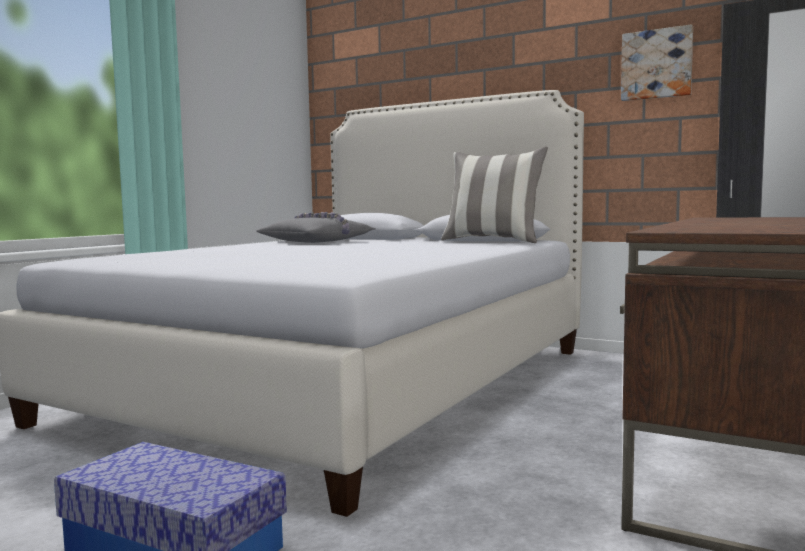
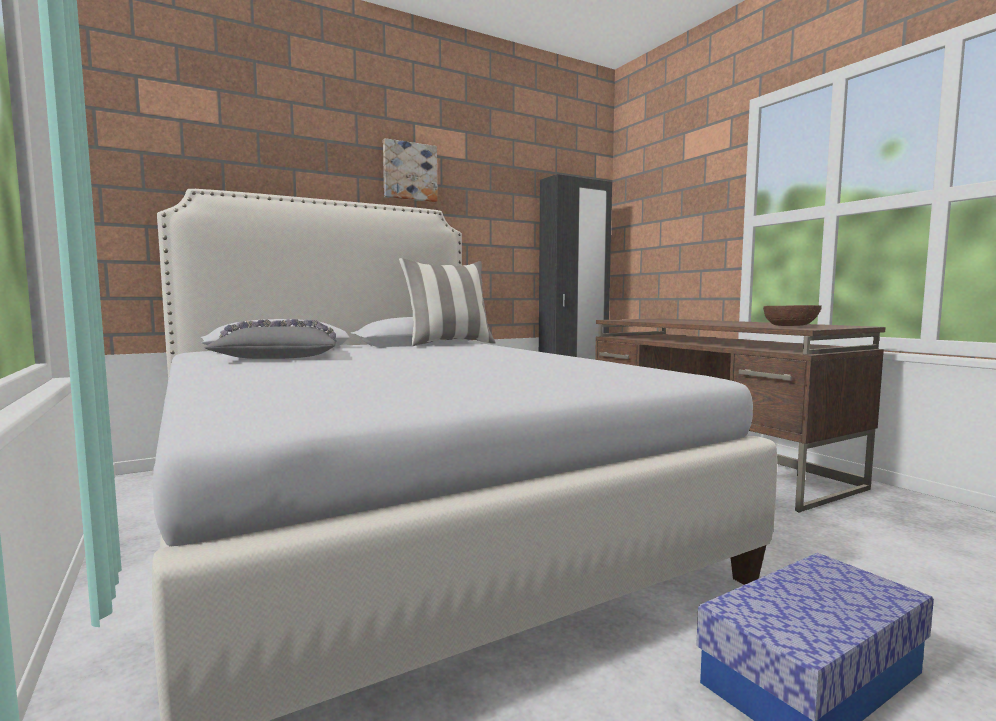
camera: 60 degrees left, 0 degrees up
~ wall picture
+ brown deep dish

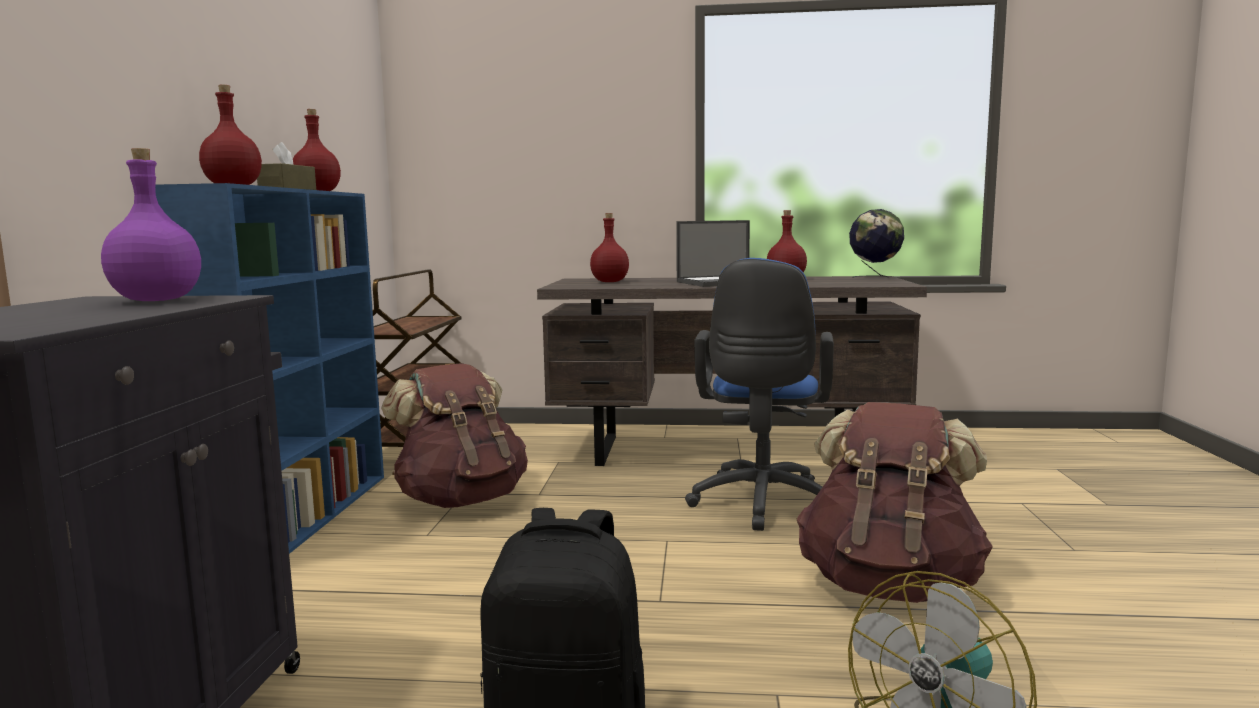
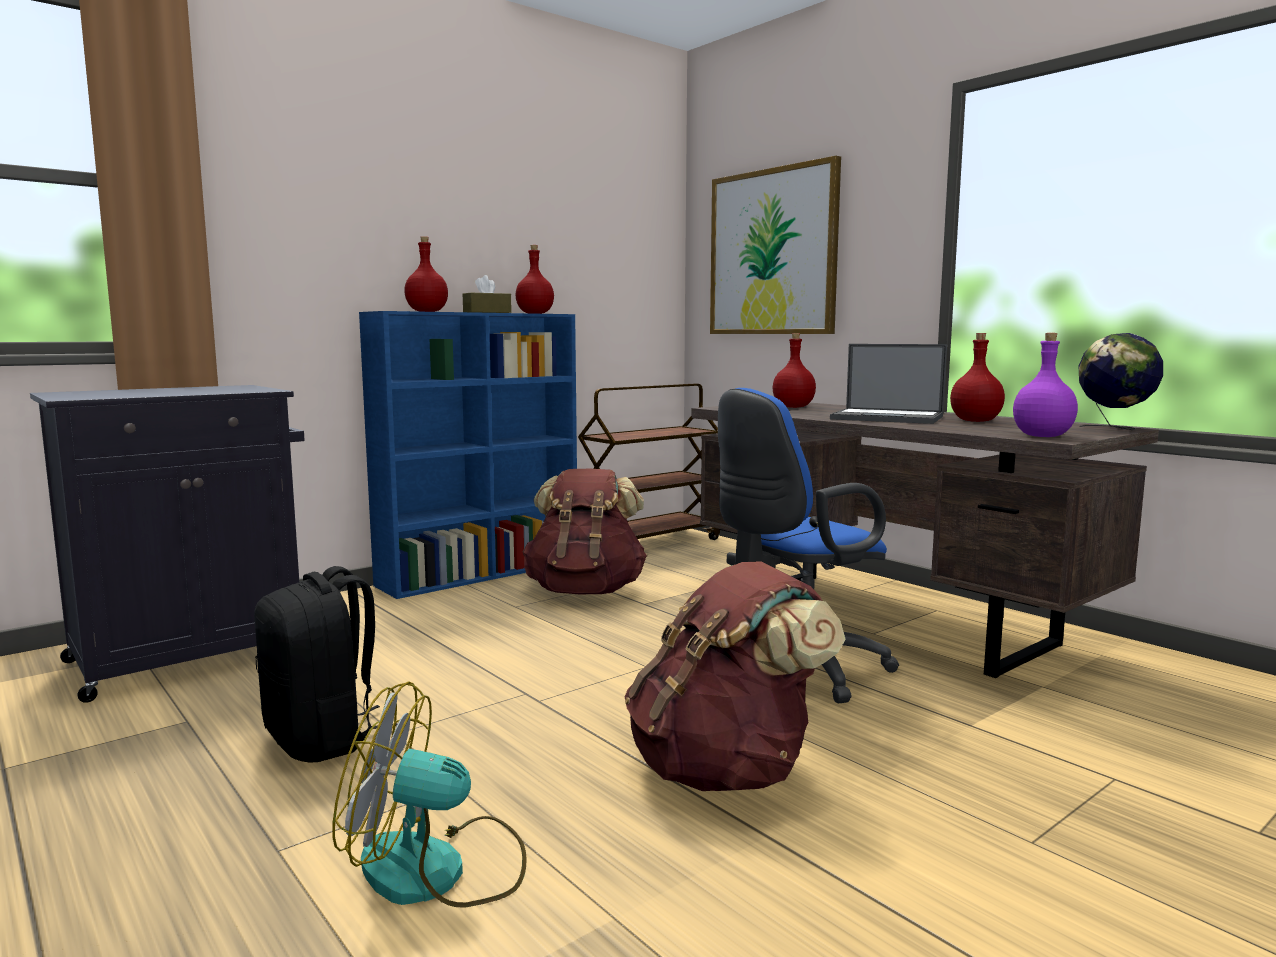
camera: 45 degrees right, 0 degrees up
~ purple bottle
+ wall picture

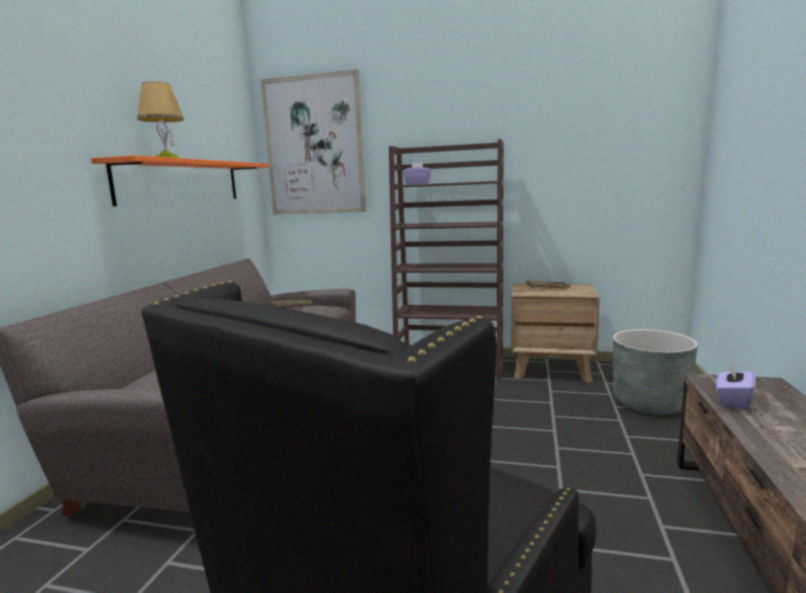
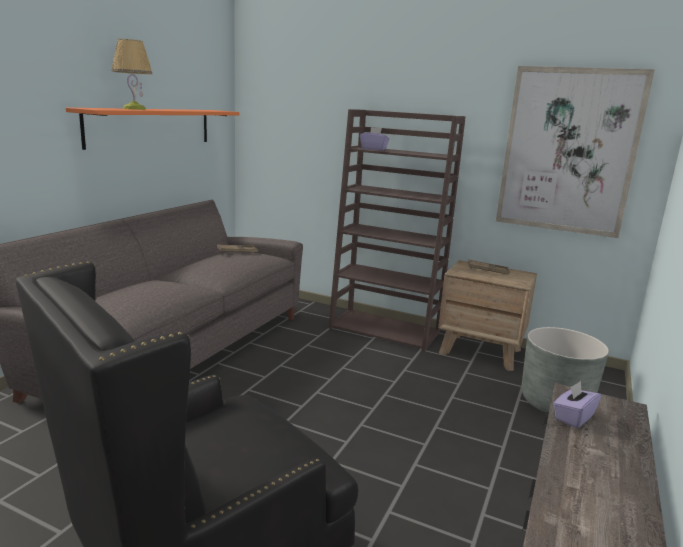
camera: 10 degrees right, 5 degrees up
~ wall picture

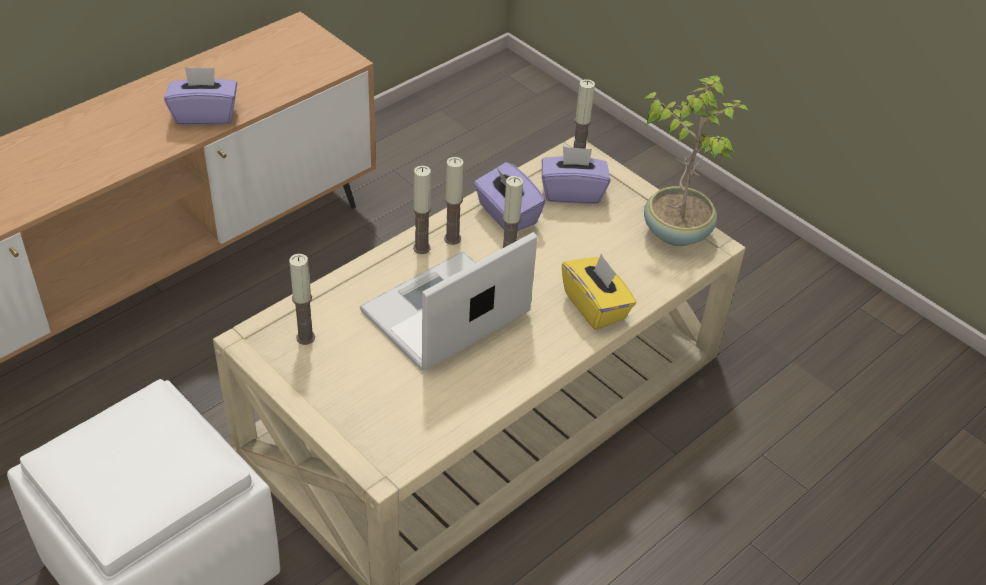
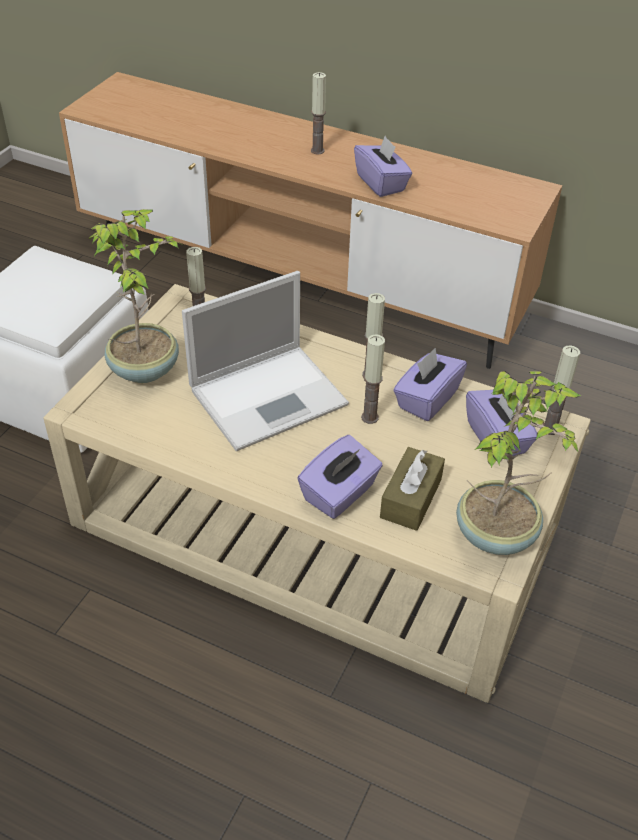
camera: 70 degrees right, 0 degrees up
~ laptop 120 degrees clockwise
~ wax light (no. 2 from left)
~ yellowish tissue box to purple tissue box (no. 1 from left)
+ potted plant (no. 1 from left)
+ brown tissue box

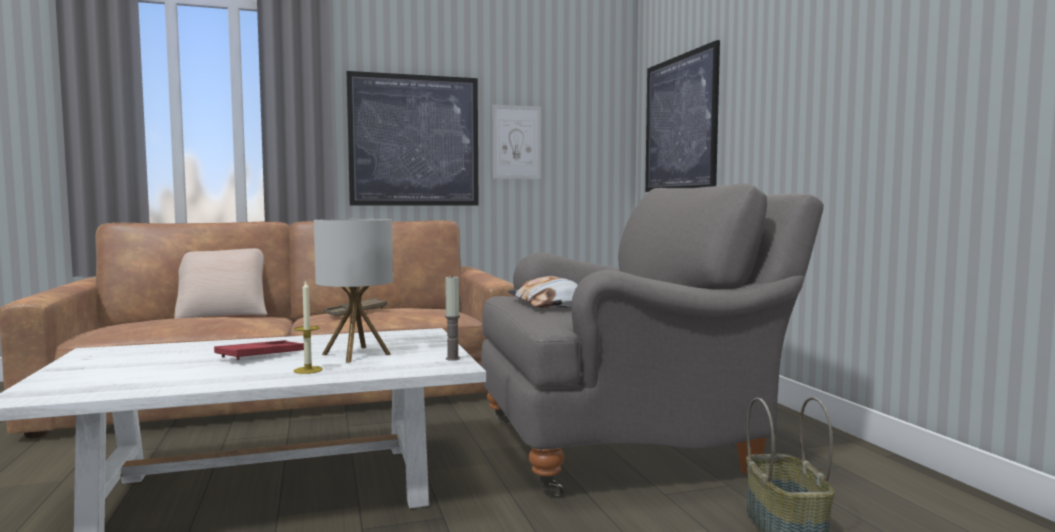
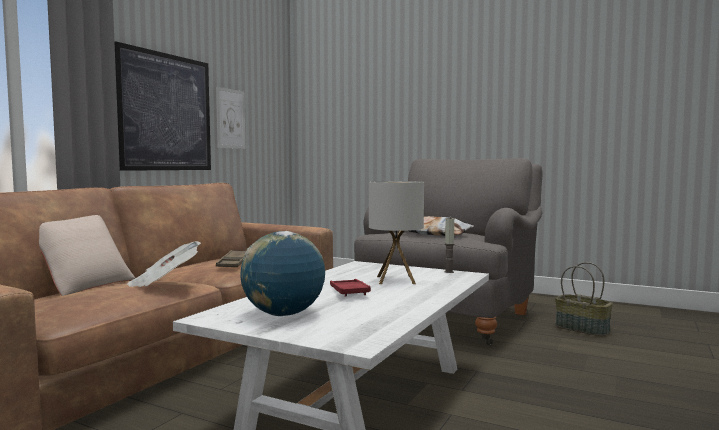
camera: 45 degrees left, 0 degrees up
- wax light (no. 1 from left)
- wall picture (no. 3 from left)
+ newspaper
+ globe

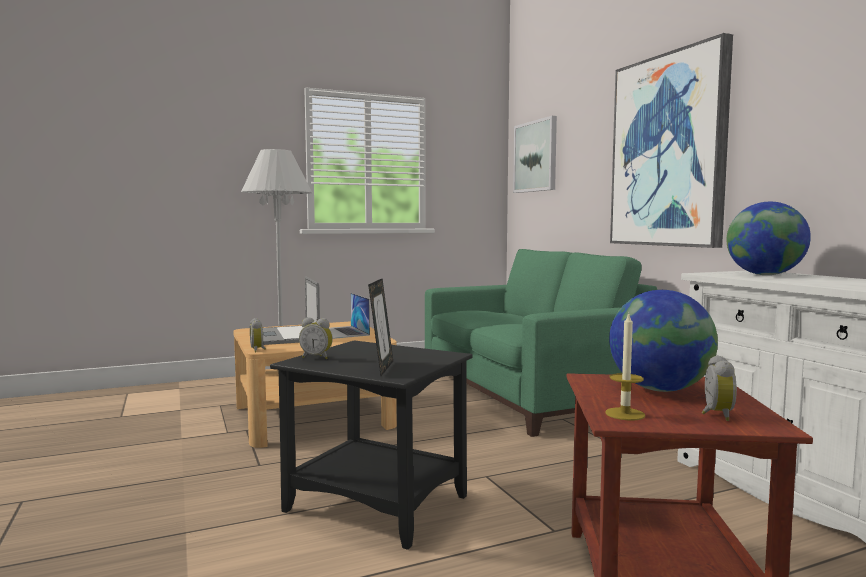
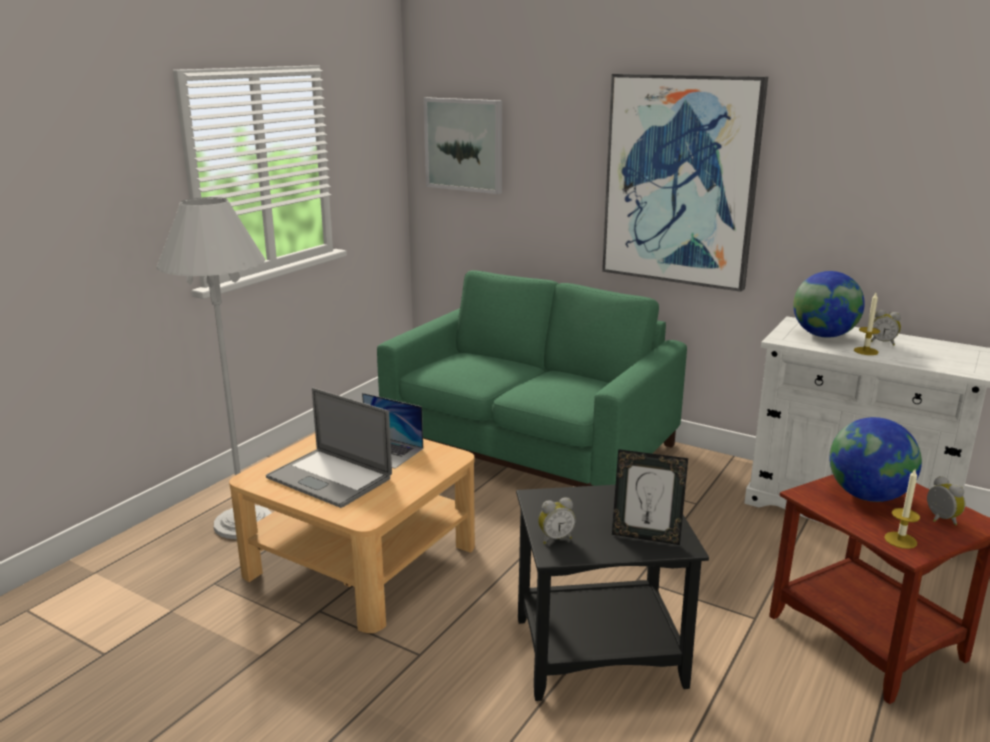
camera: 35 degrees left, 15 degrees up
~ alarm clock (no. 1 from left in the first image) to alarm clock (no. 2 from left)
~ photo frame 135 degrees clockwise
+ wax light (no. 1 from left)

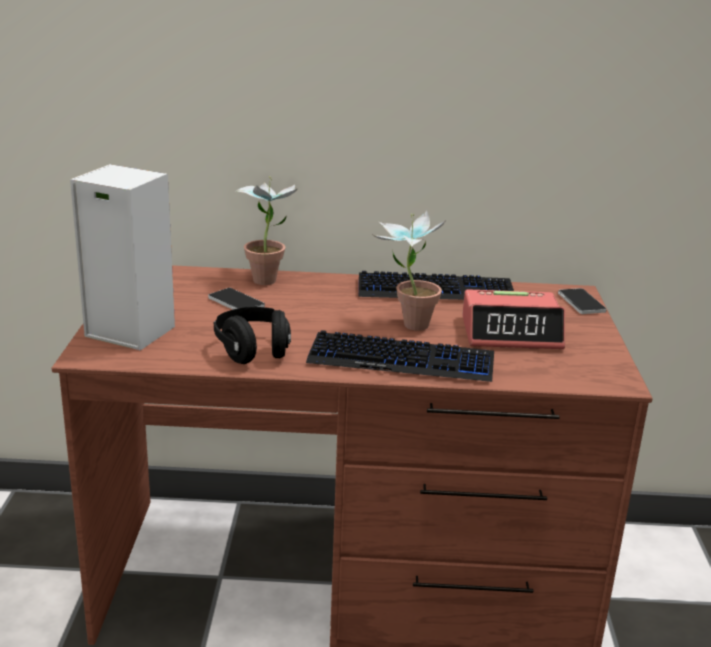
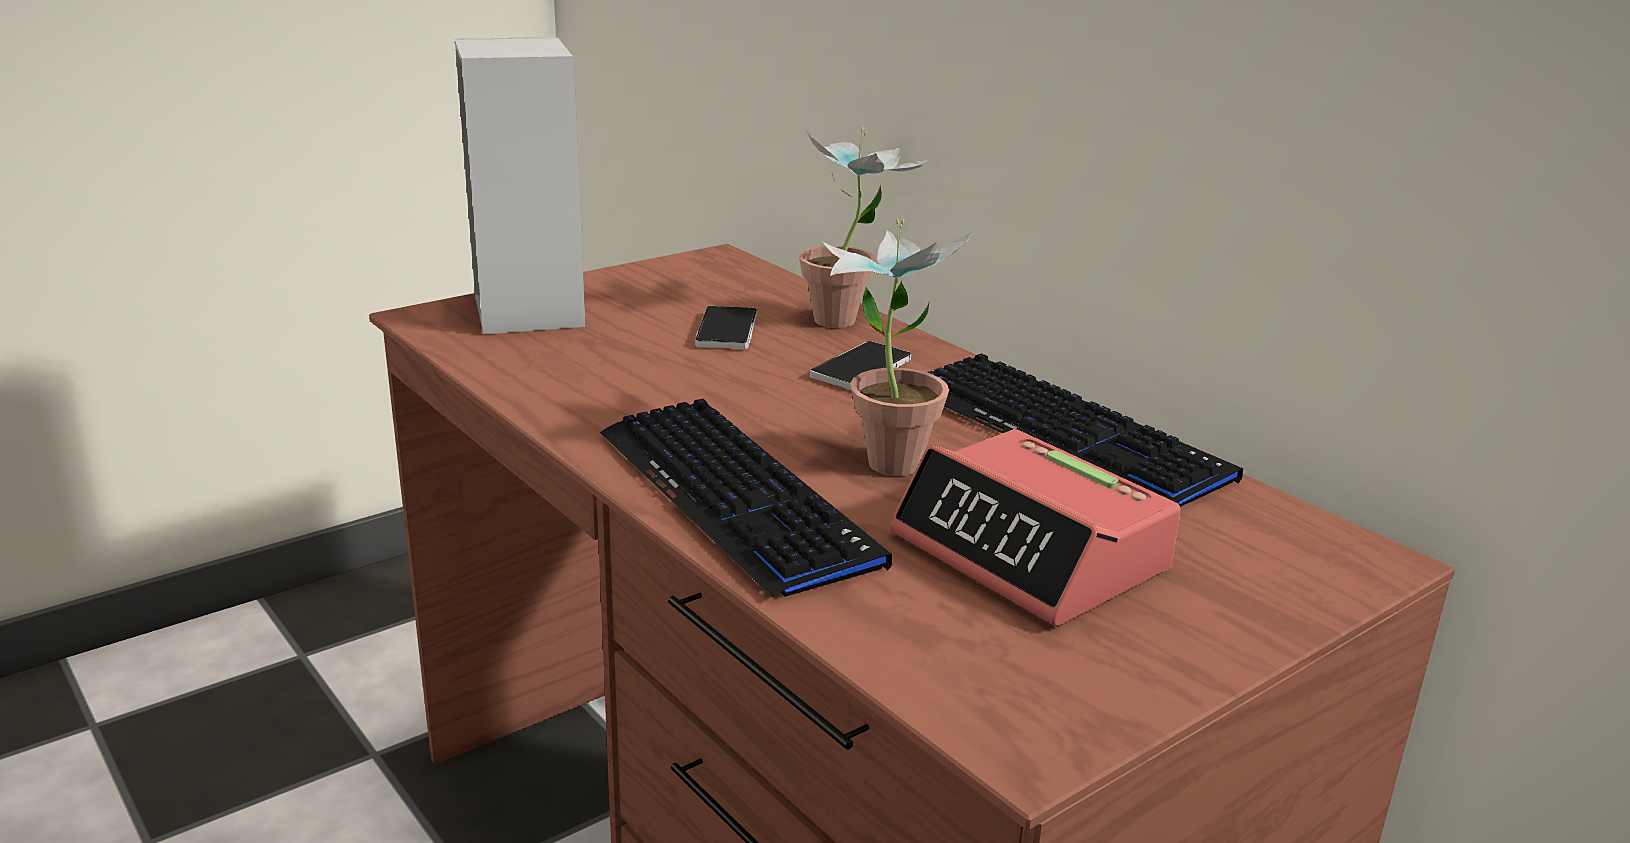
camera: 50 degrees right, 0 degrees up
- black-coloured headset
~ handset (no. 2 from left)

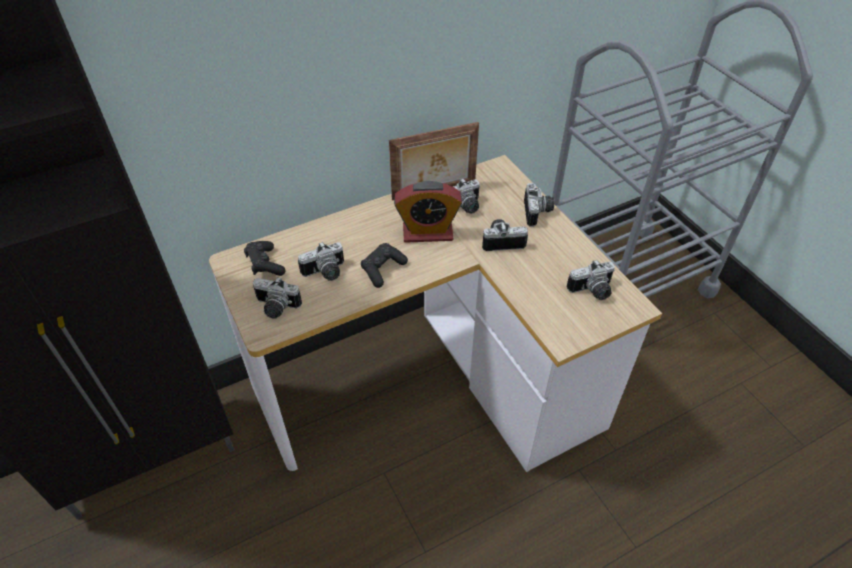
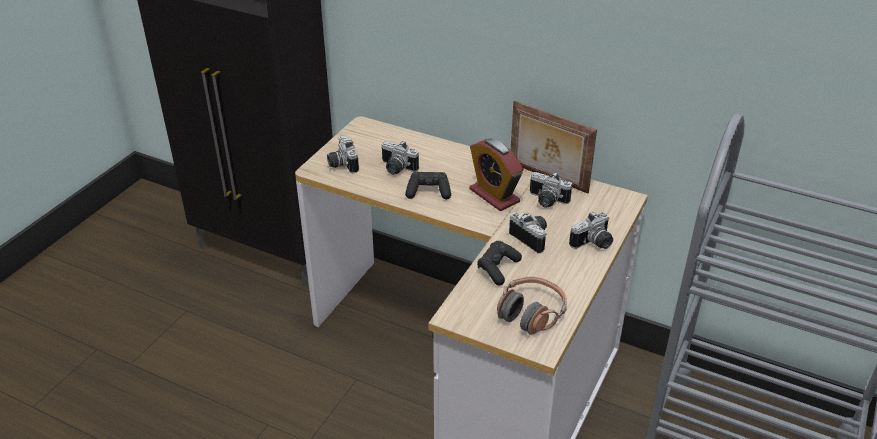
camera: 55 degrees right, 10 degrees down
~ black-coloured game controller (no. 1 from left in the first image) to black-coloured game controller (no. 2 from left)
~ photo camera (no. 6 from left) to headset

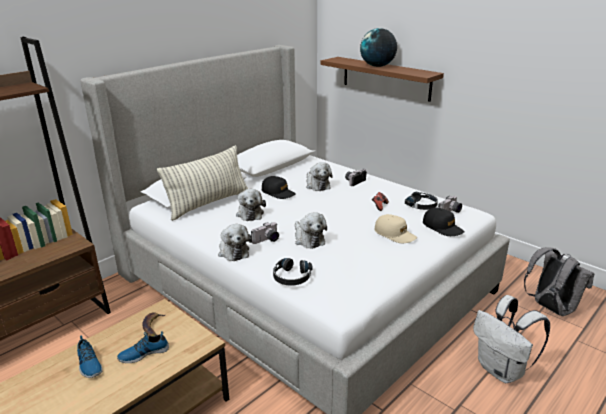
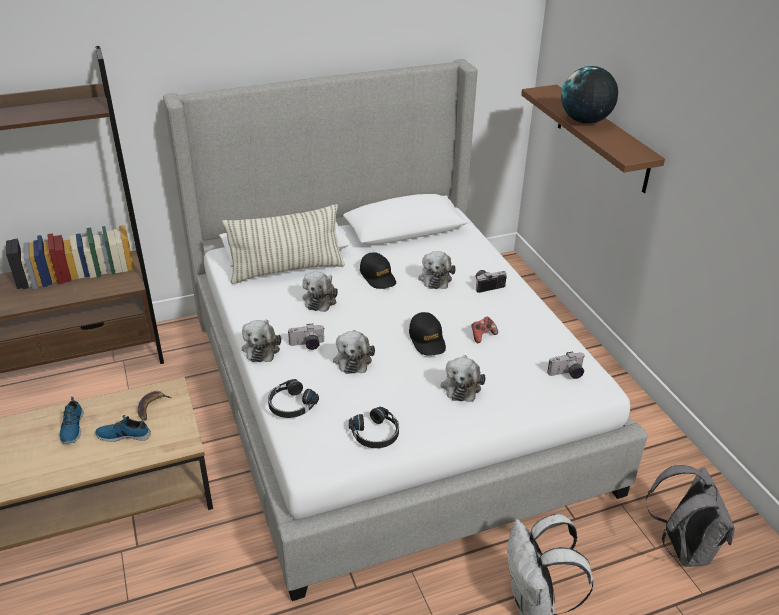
camera: 25 degrees right, 10 degrees up
~ beige-coloured baseball cap to cuddly toy (no. 5 from left)
~ black-coloured headset (no. 2 from left)
~ black-coloured baseball cap (no. 2 from left)

